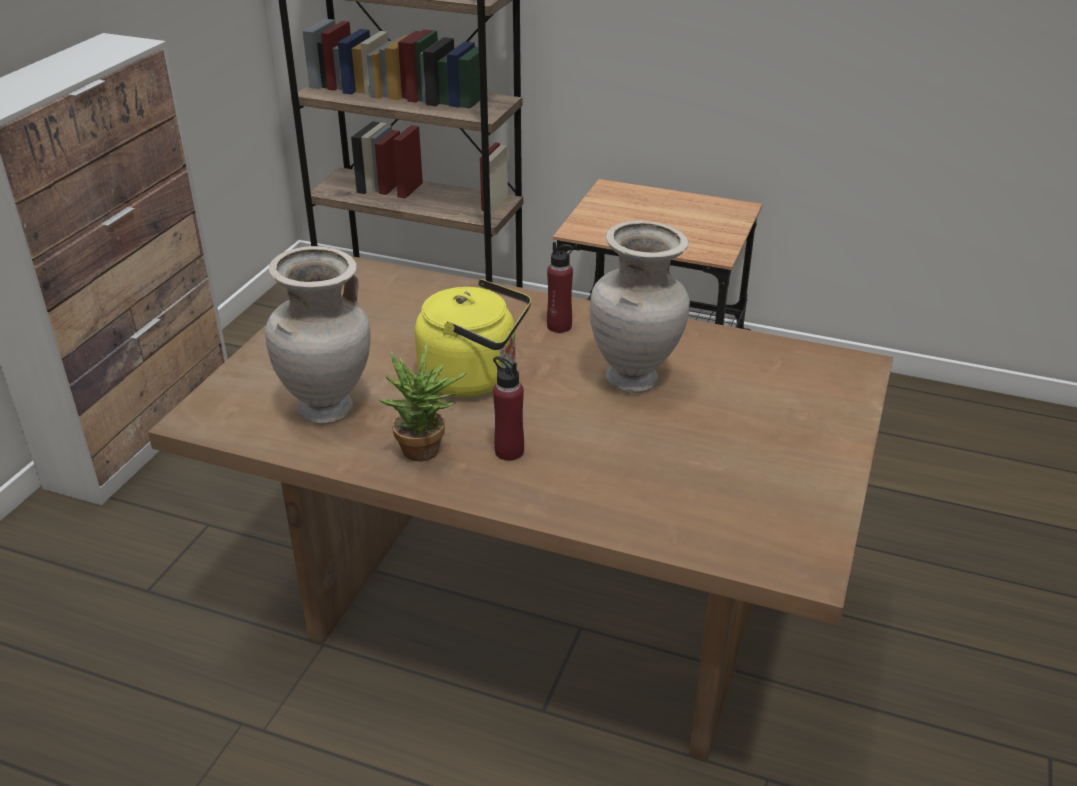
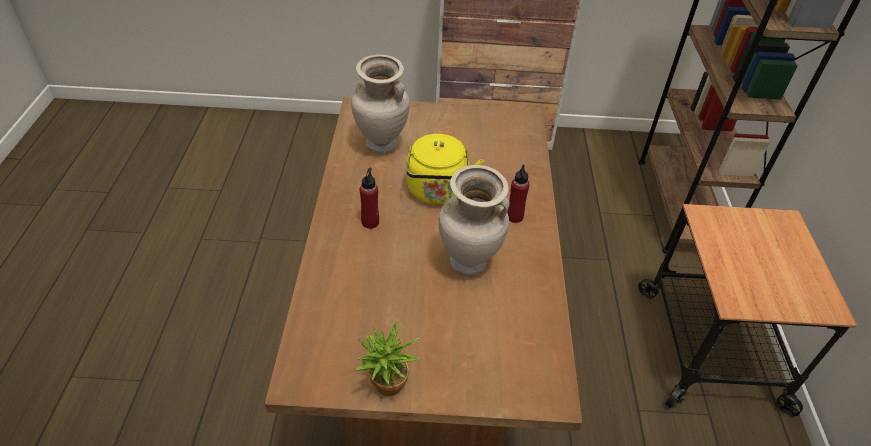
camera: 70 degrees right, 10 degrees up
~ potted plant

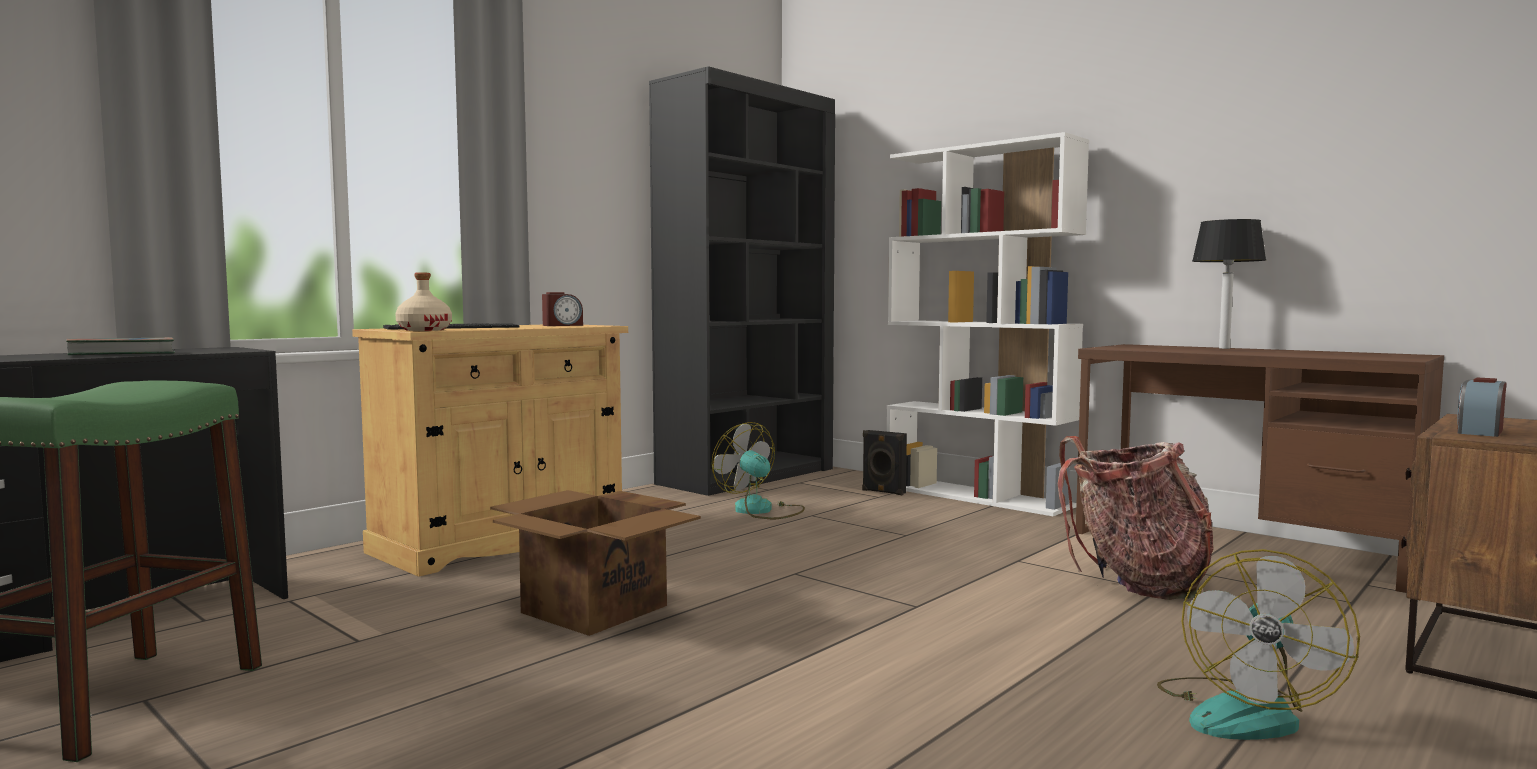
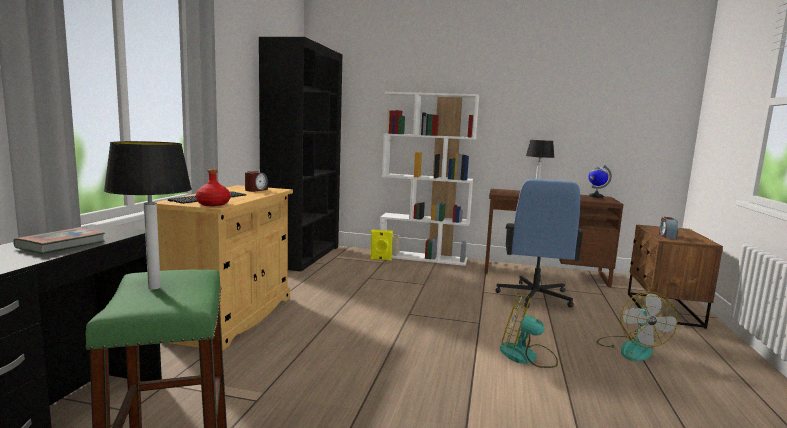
camera: 30 degrees left, 5 degrees up
~ beige-coloured bottle to reddish bottle
- carton
~ fan (no. 1 from left)
~ black-coloured loudspeaker to yellowish loudspeaker
~ knapsack to blue computer chair
+ tabletop lamp (no. 1 from left)
+ globe

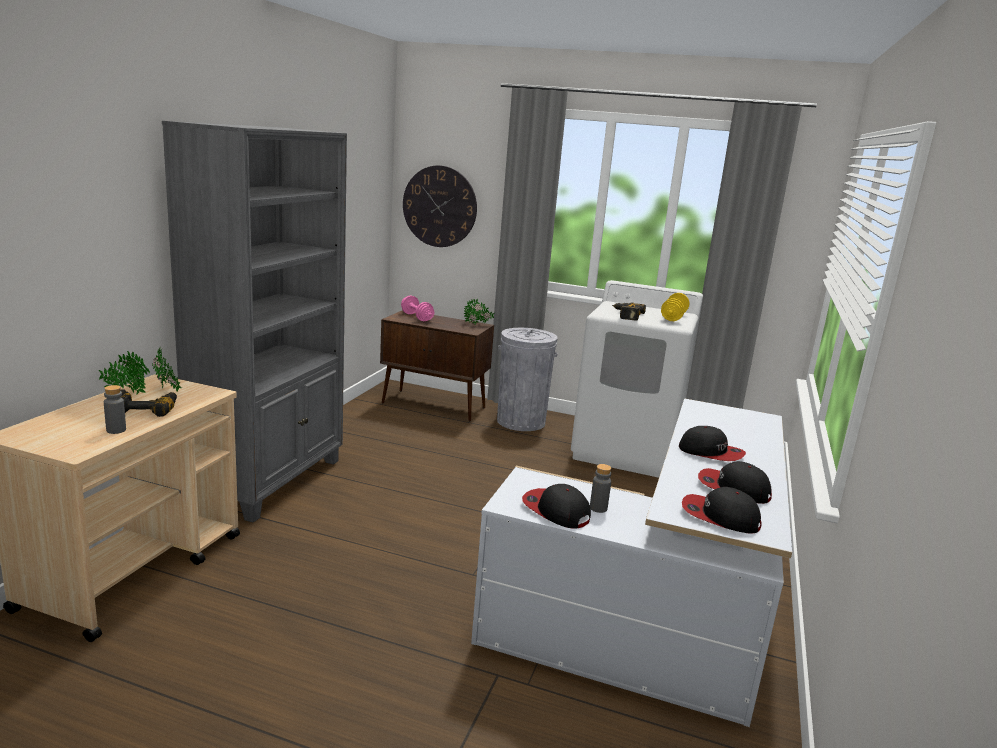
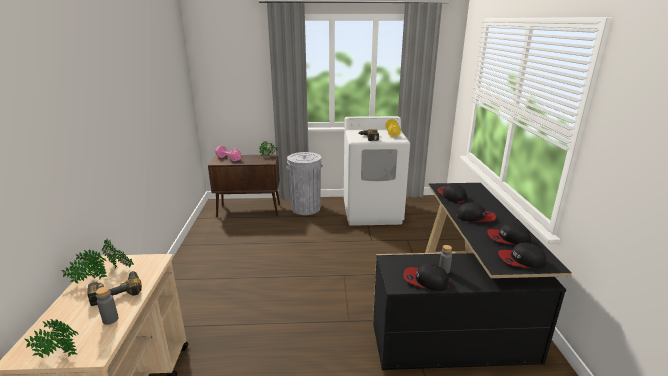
camera: 20 degrees left, 5 degrees up
- grey bookshelf
- clock on the wall
~ white-coloured desk table to black-coloured desk table
+ potted plant (no. 1 from left)
+ baseball cap (no. 2 from left)

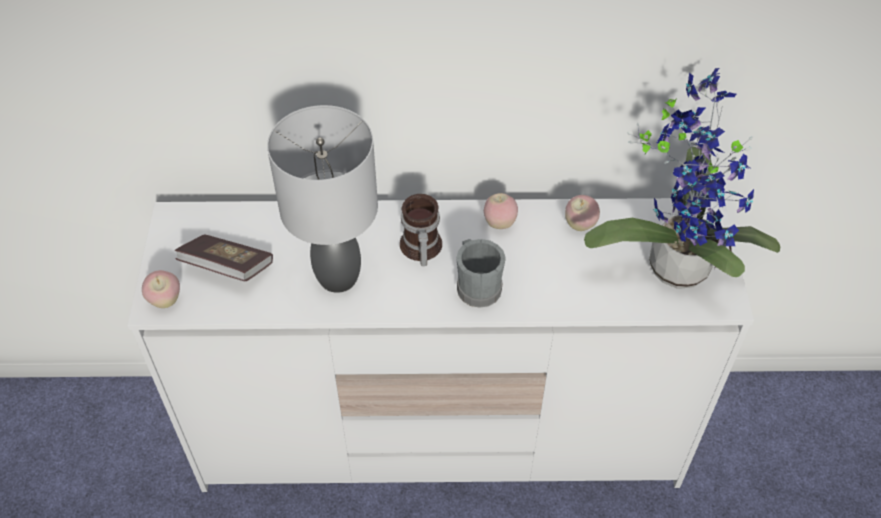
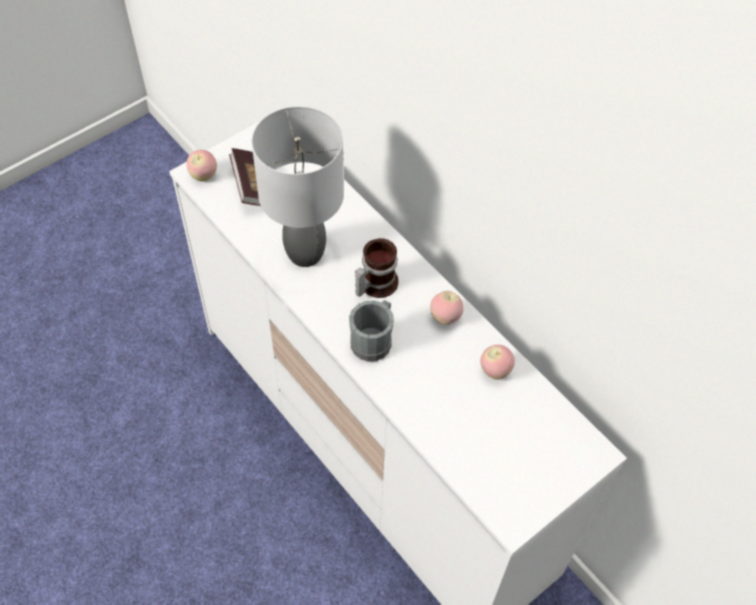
camera: 50 degrees right, 5 degrees up
- potted plant

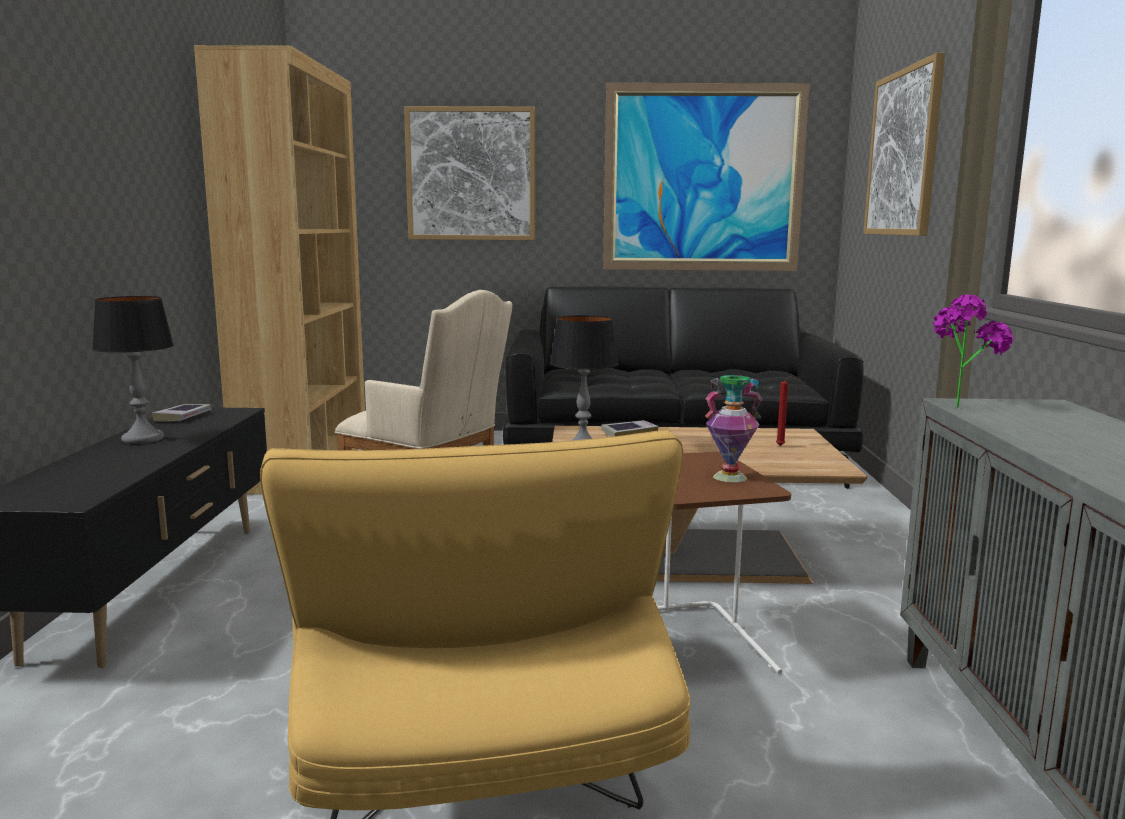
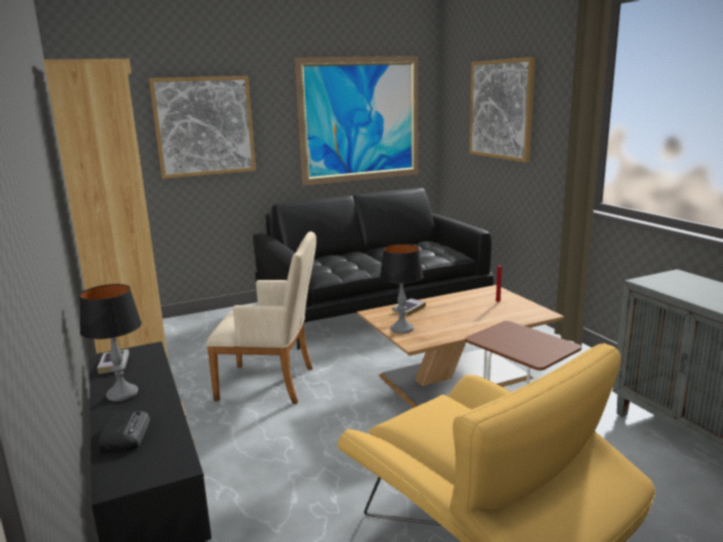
camera: 25 degrees left, 5 degrees up
- vase
- potted plant
+ radio

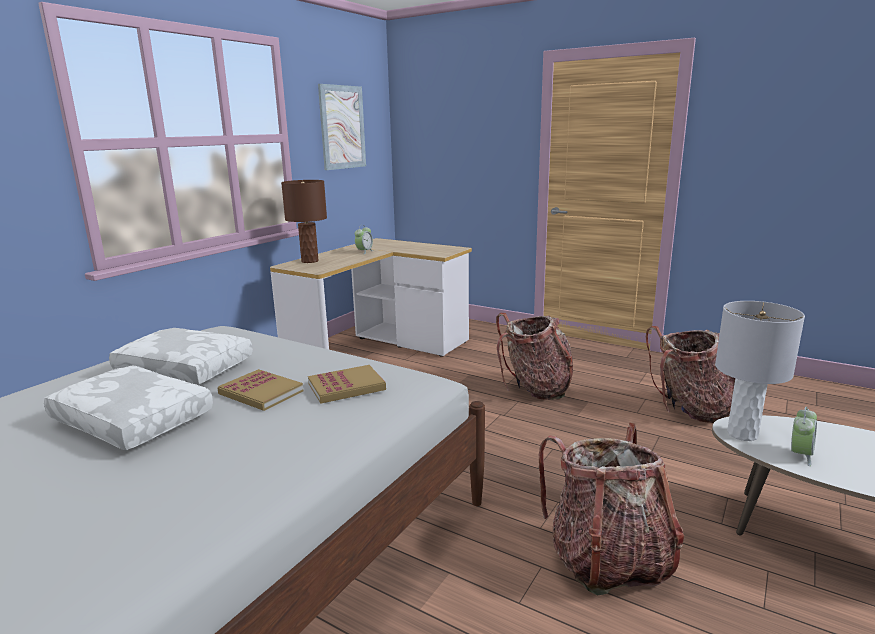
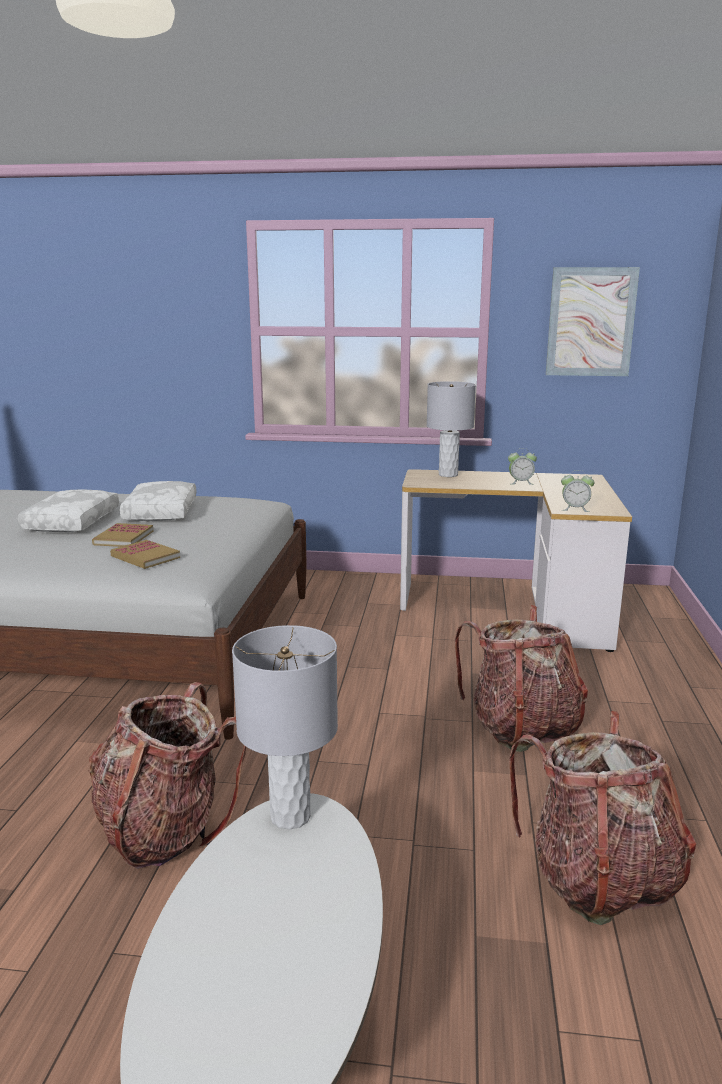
camera: 65 degrees right, 0 degrees up
~ brown tabletop lamp to grey tabletop lamp (no. 2 from left)
~ alarm clock (no. 2 from left)

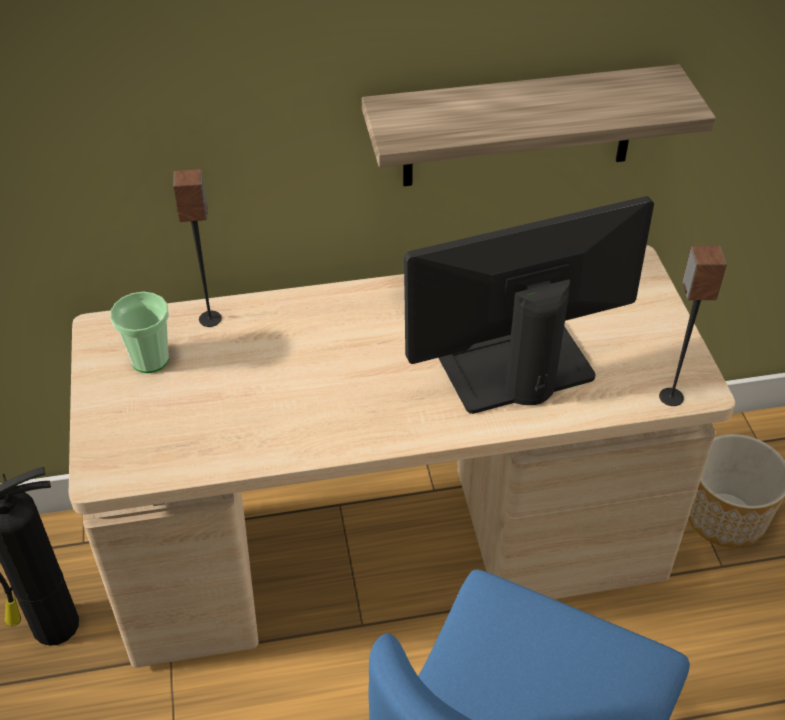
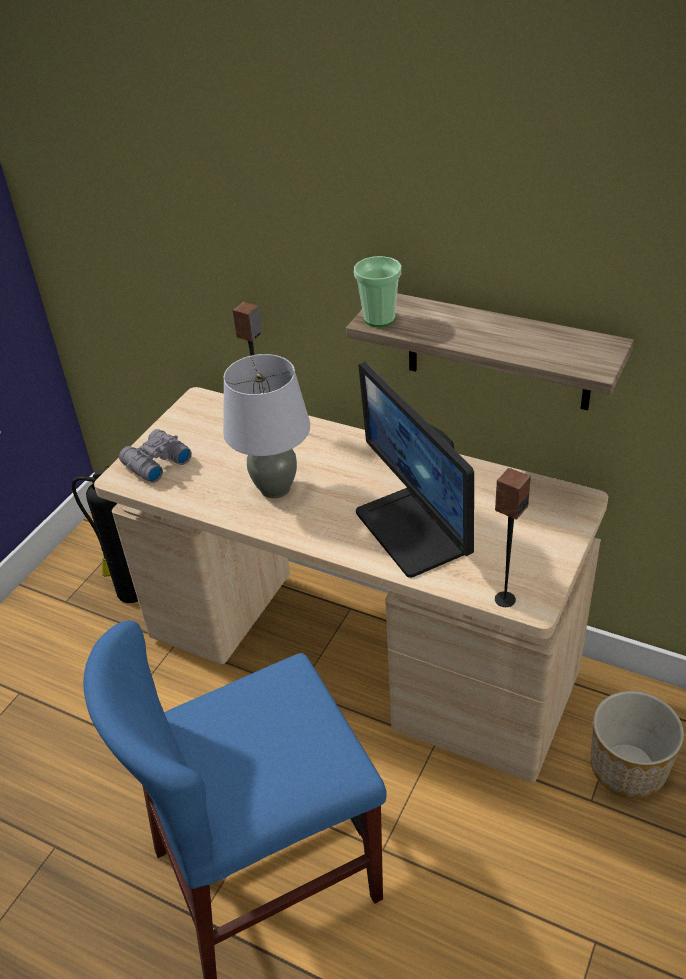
camera: 40 degrees right, 5 degrees down
~ drinking cup
~ computer display 135 degrees counterclockwise
+ grey binoculars
+ grey tabletop lamp

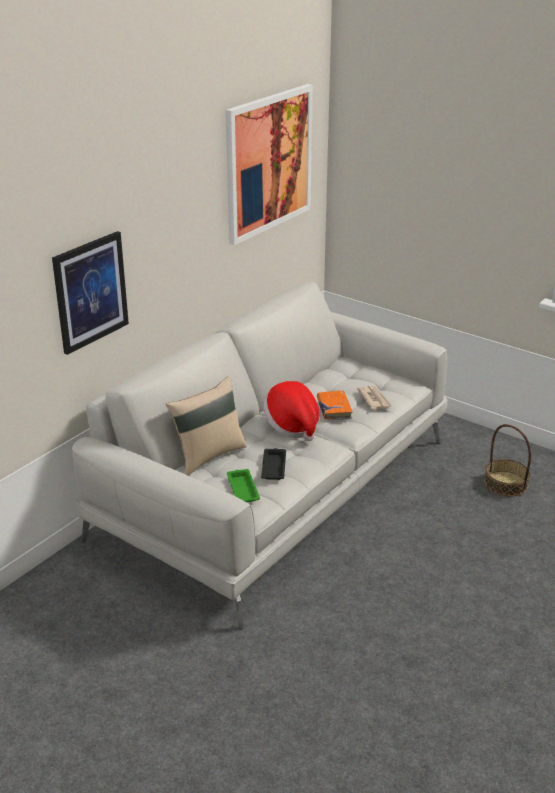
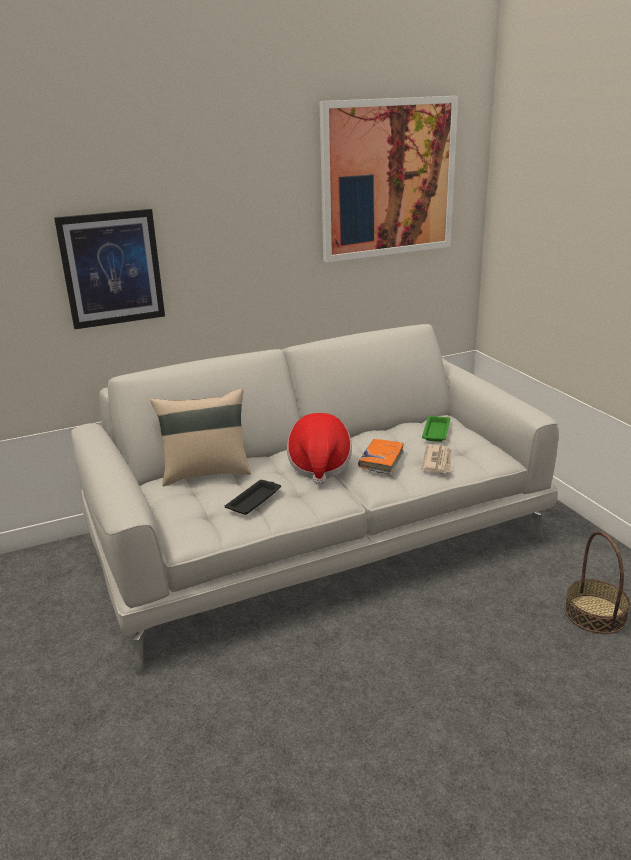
camera: 30 degrees right, 5 degrees down
~ green-coloured serving tray

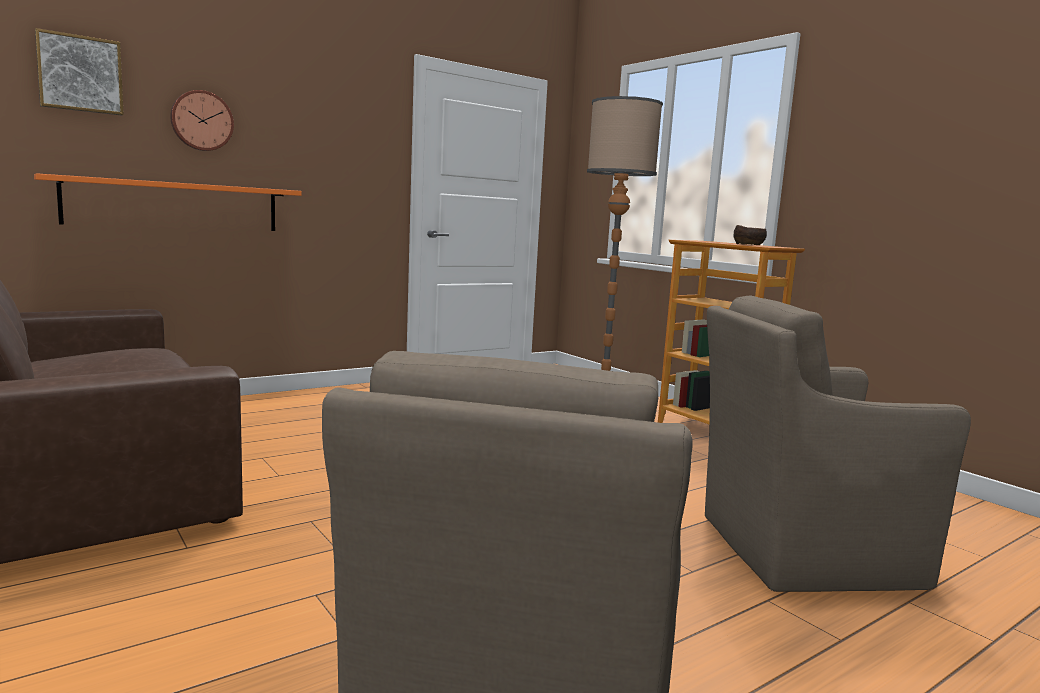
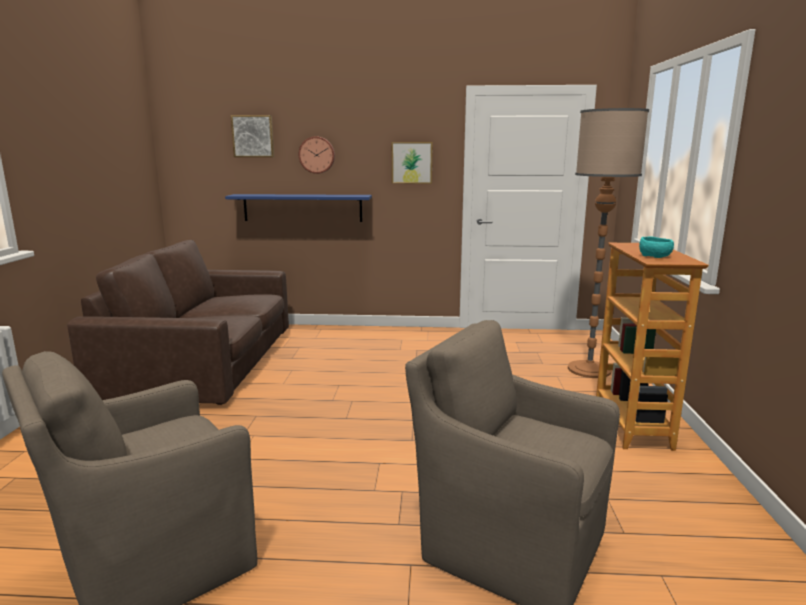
camera: 40 degrees right, 5 degrees up
~ orange-coloured wall shelf to blue wall shelf
~ brown deep dish to turquoise-coloured deep dish
+ wall picture (no. 2 from left)

